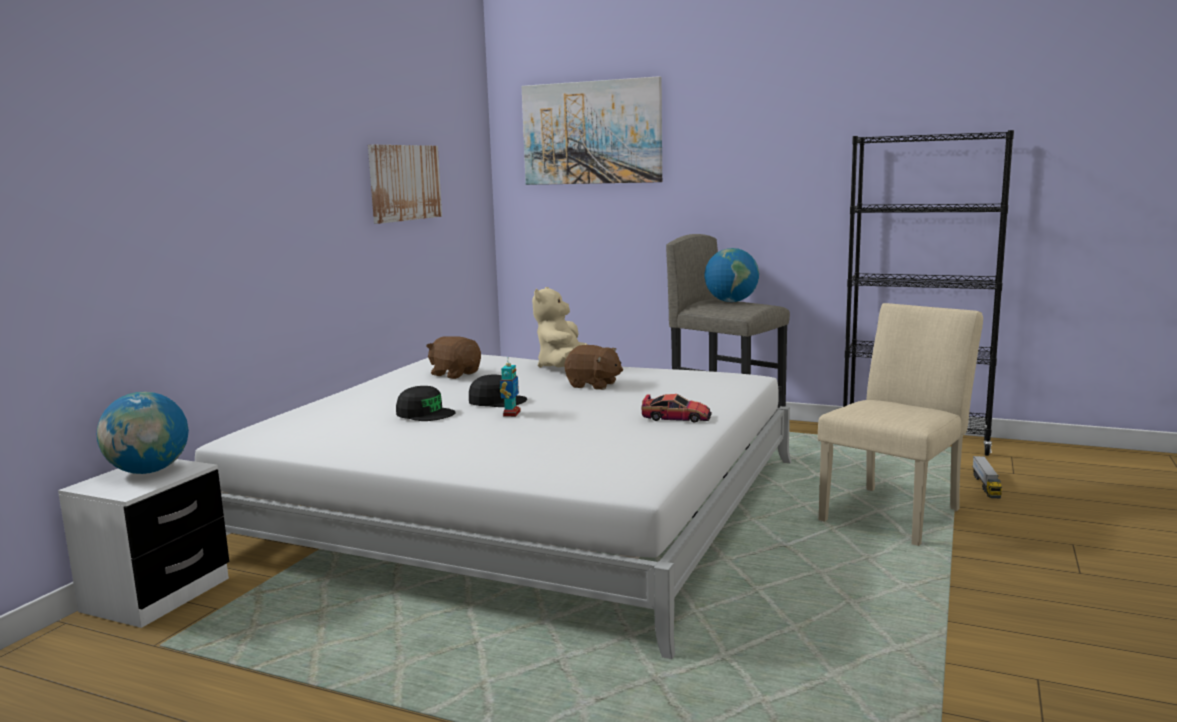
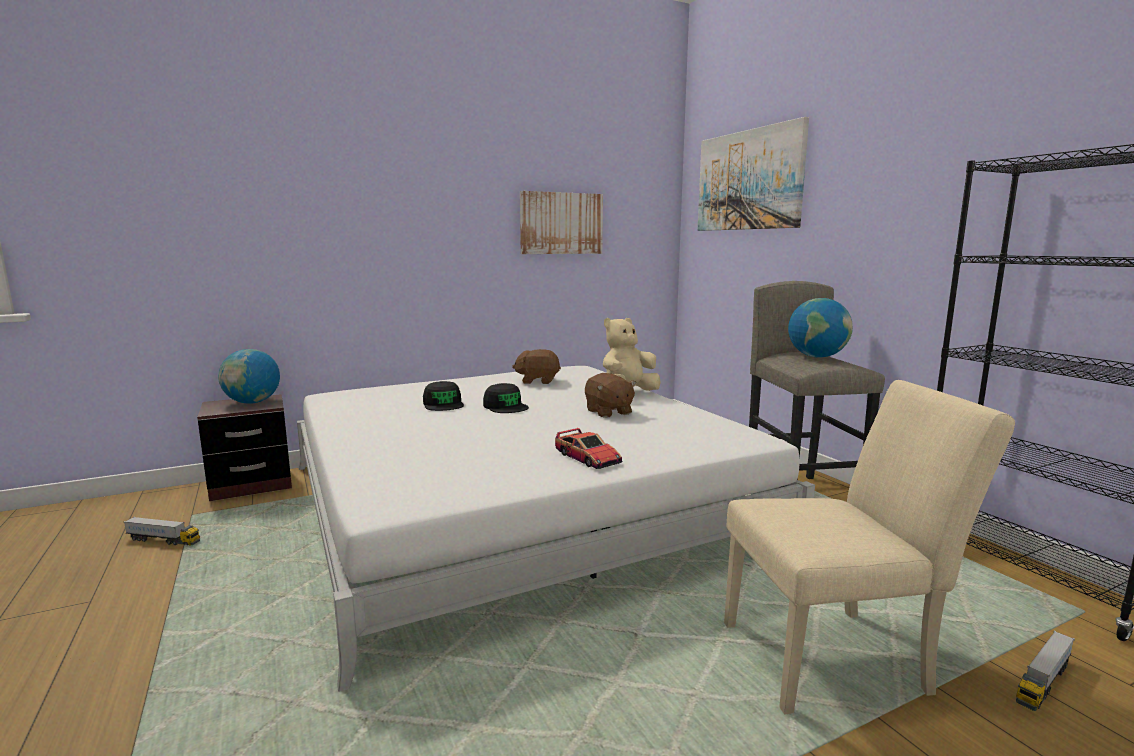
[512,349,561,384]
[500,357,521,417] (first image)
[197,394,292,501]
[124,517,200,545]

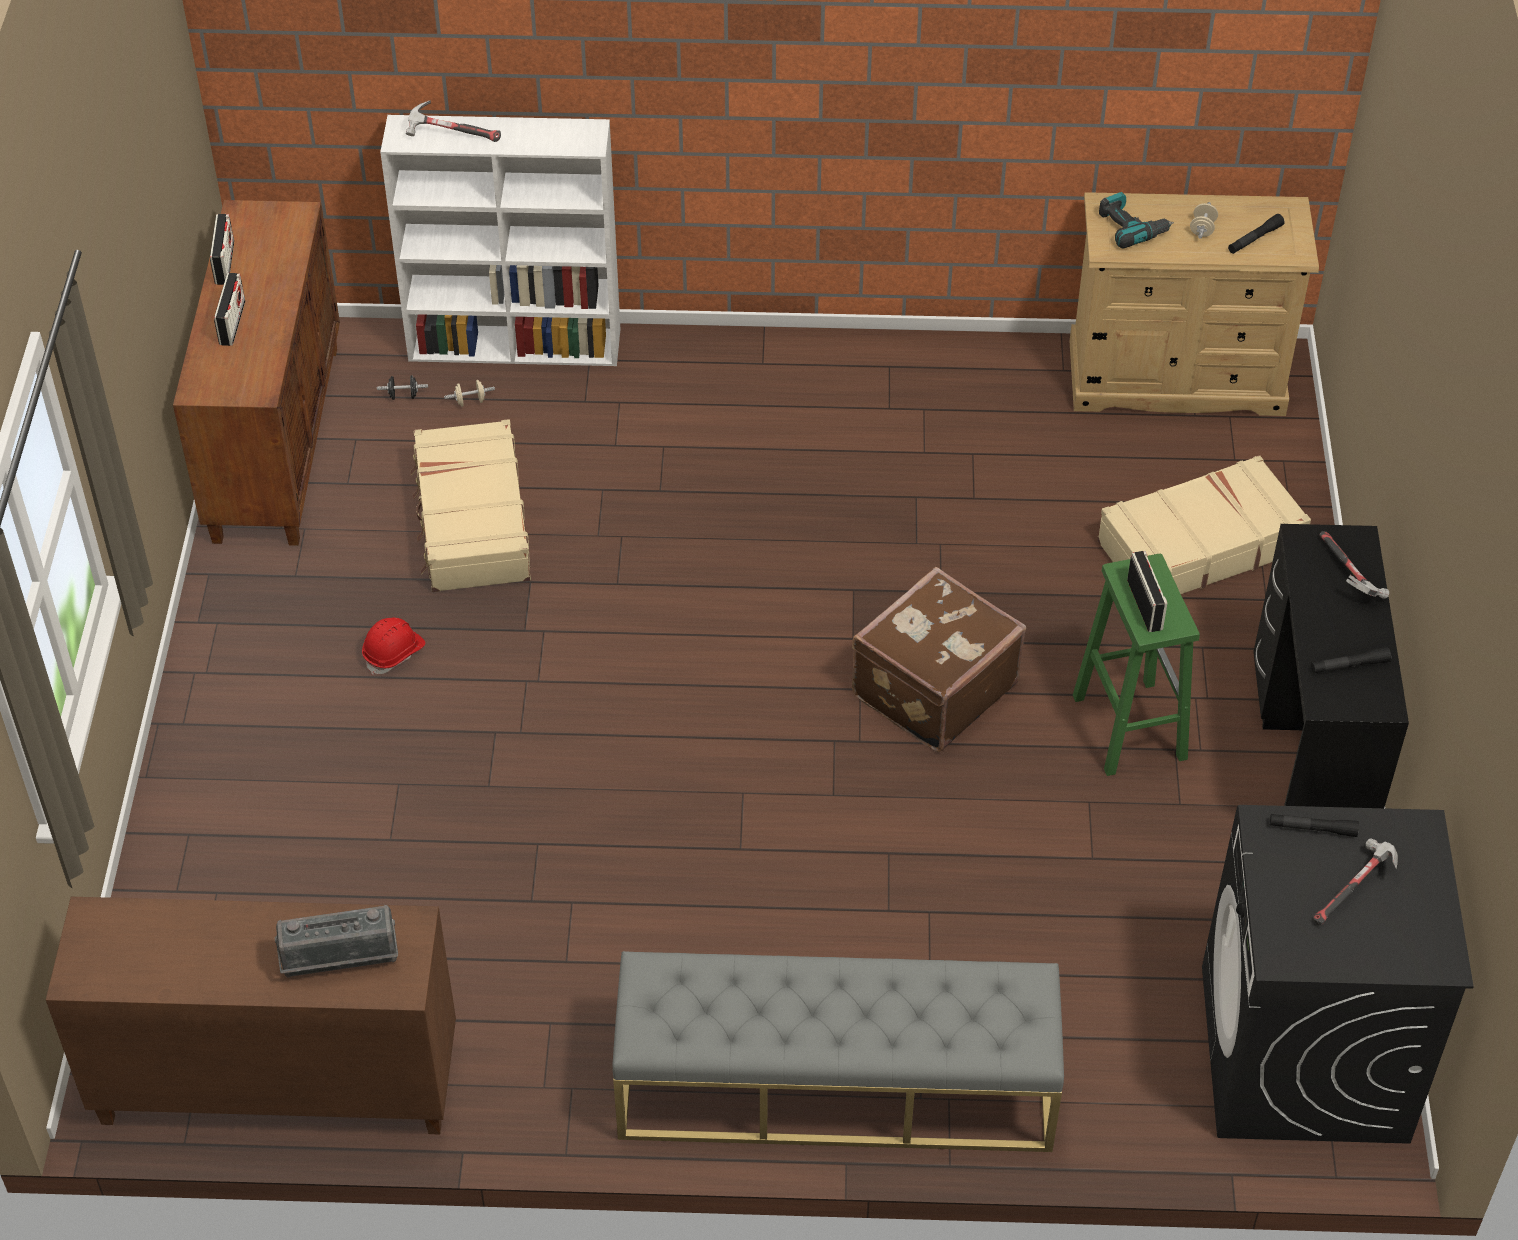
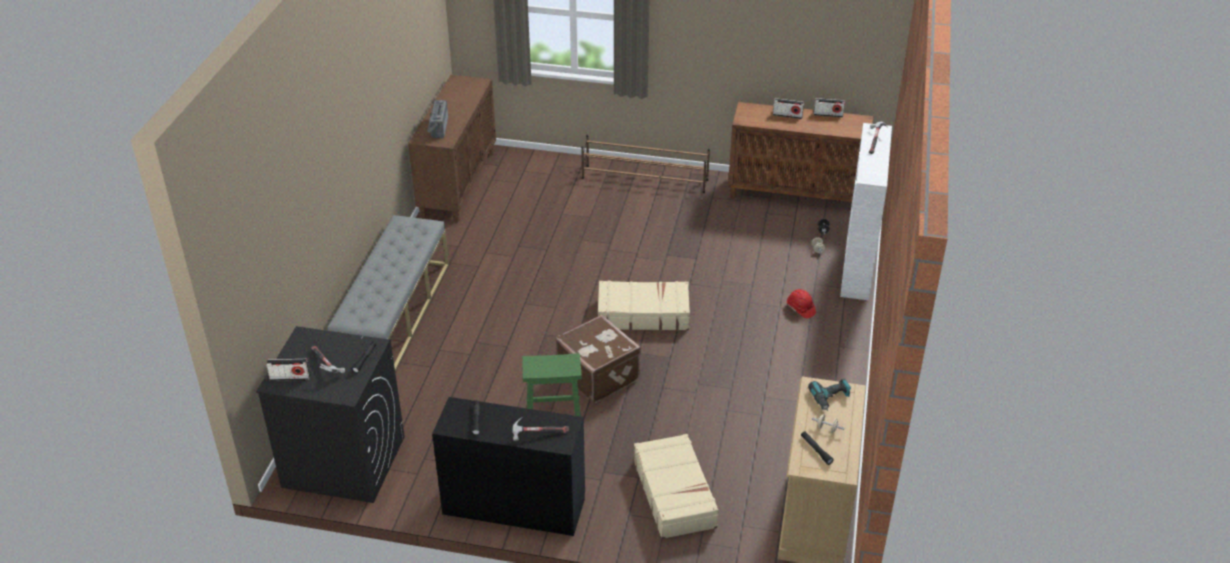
[598,280,690,331]
[266,359,310,381]
[787,289,816,318]
[581,135,710,193]

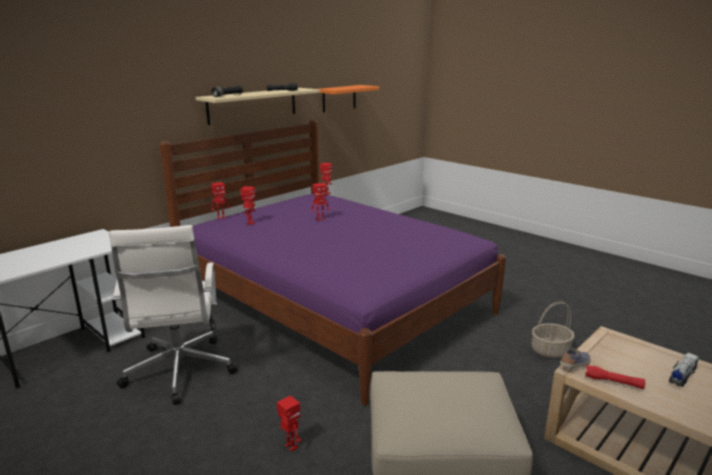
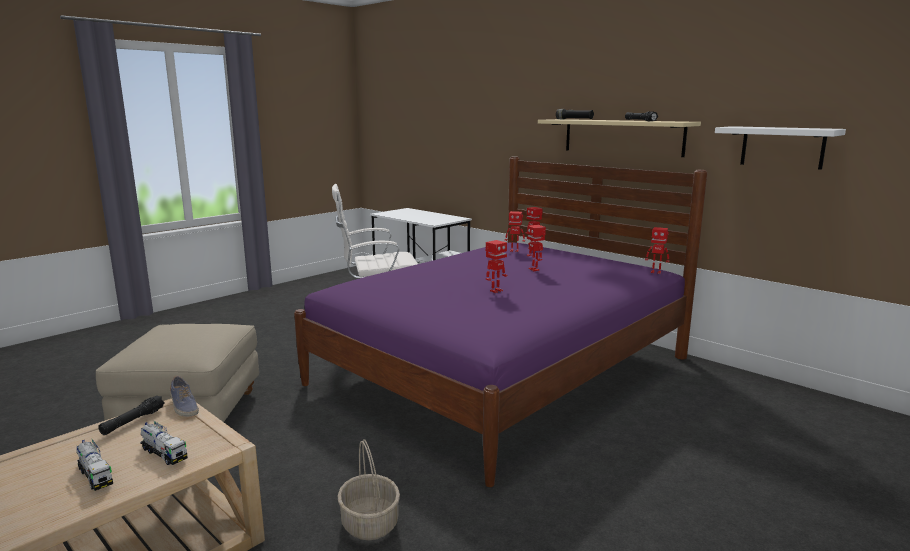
[715,126,846,170]
[98,395,165,435]
[486,240,507,293]
[140,421,188,465]

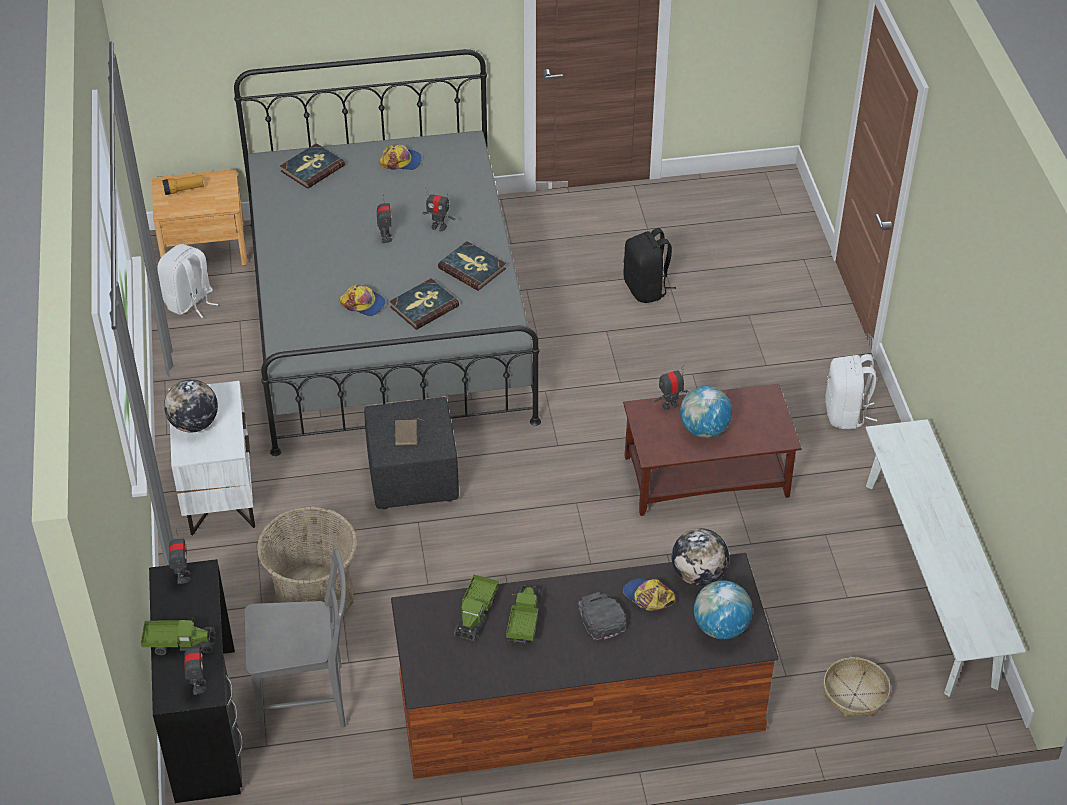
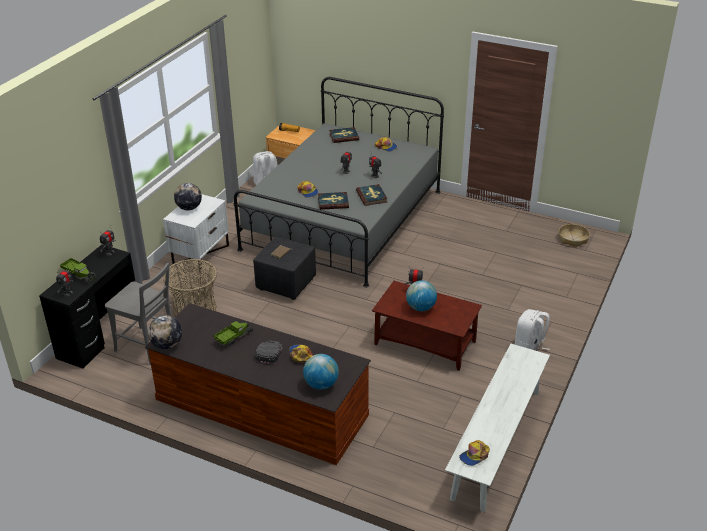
[623,228,676,303] (first image)
[148,315,182,349]
[453,575,499,641] (first image)
[558,224,590,247]
[459,440,490,466]

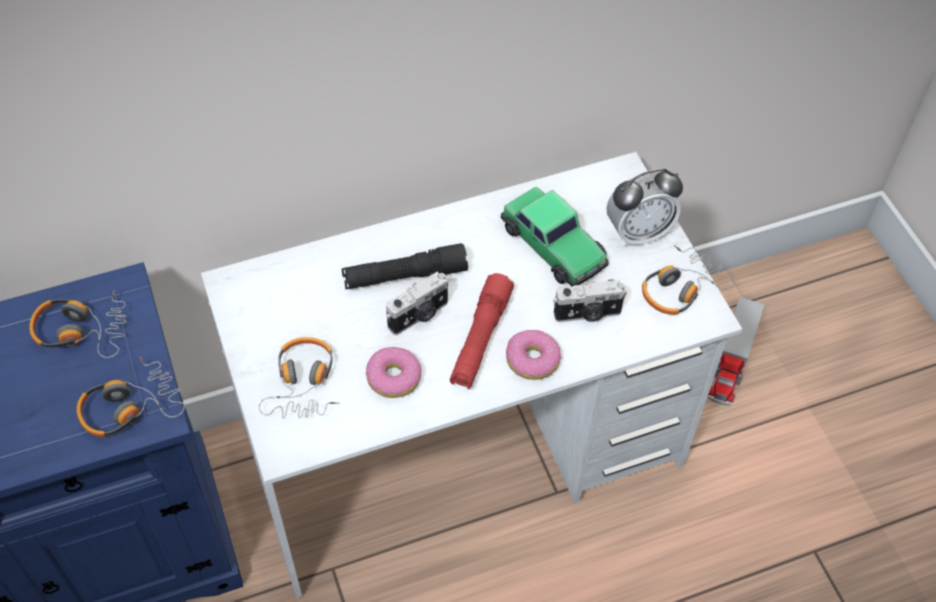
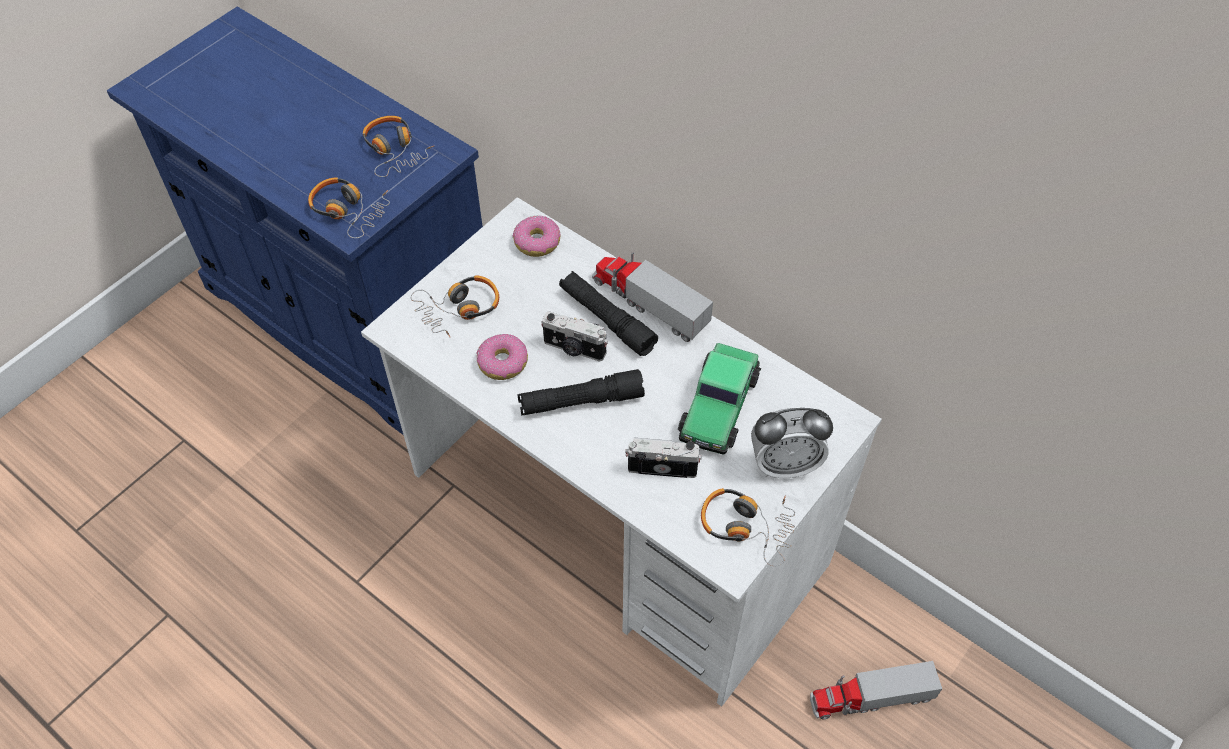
[751,408,833,478]
[517,369,645,415]
[625,438,702,478]
[512,216,560,257]
[592,252,713,342]

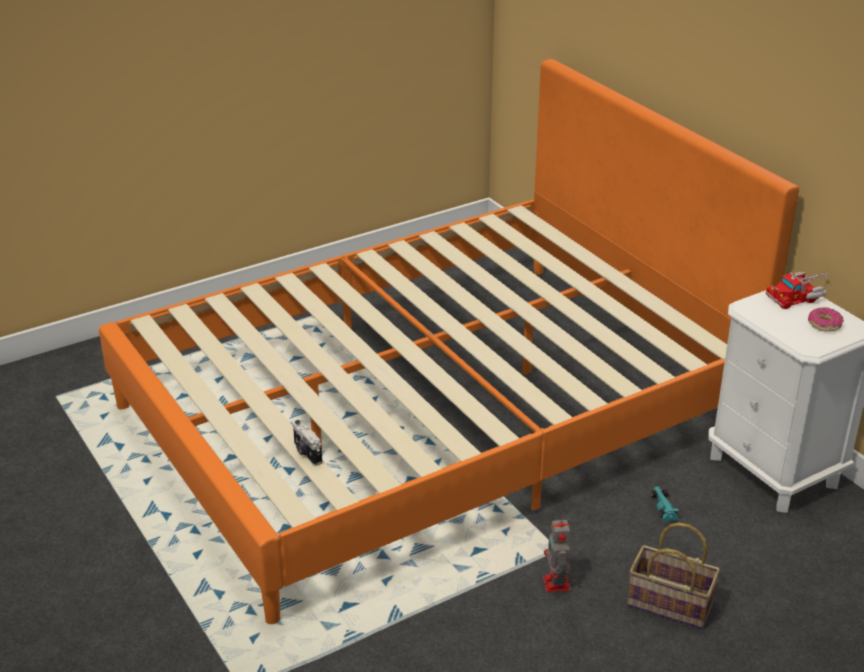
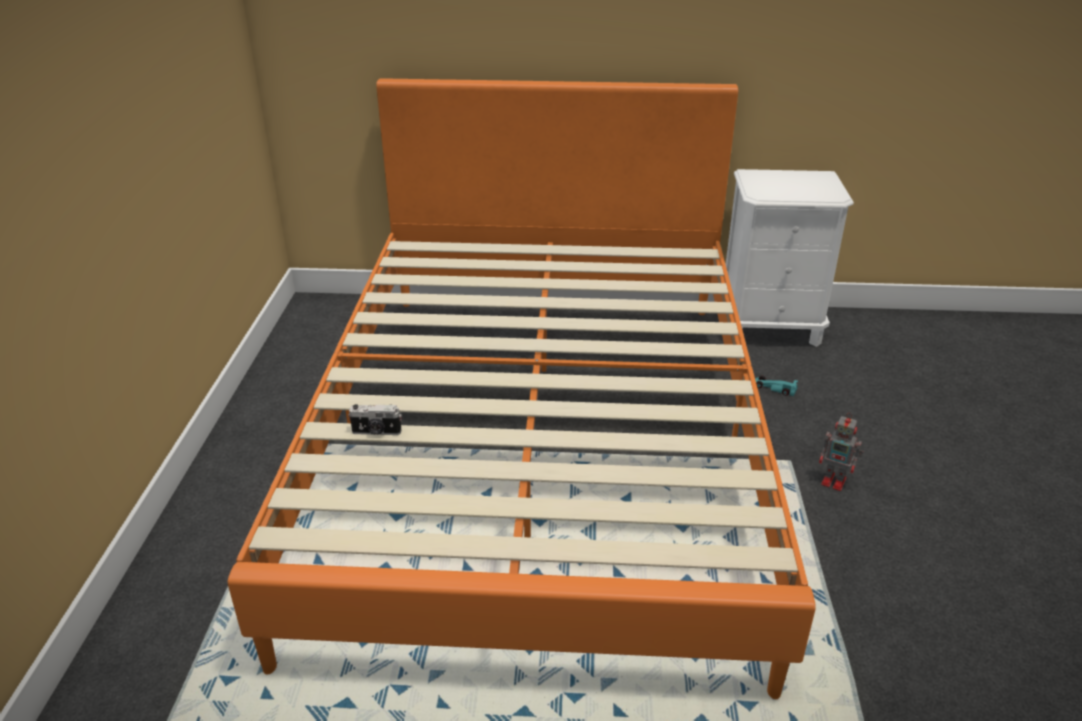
[766,272,830,309] (first image)
[808,307,844,332] (first image)
[348,404,402,435]
[627,523,720,629] (first image)

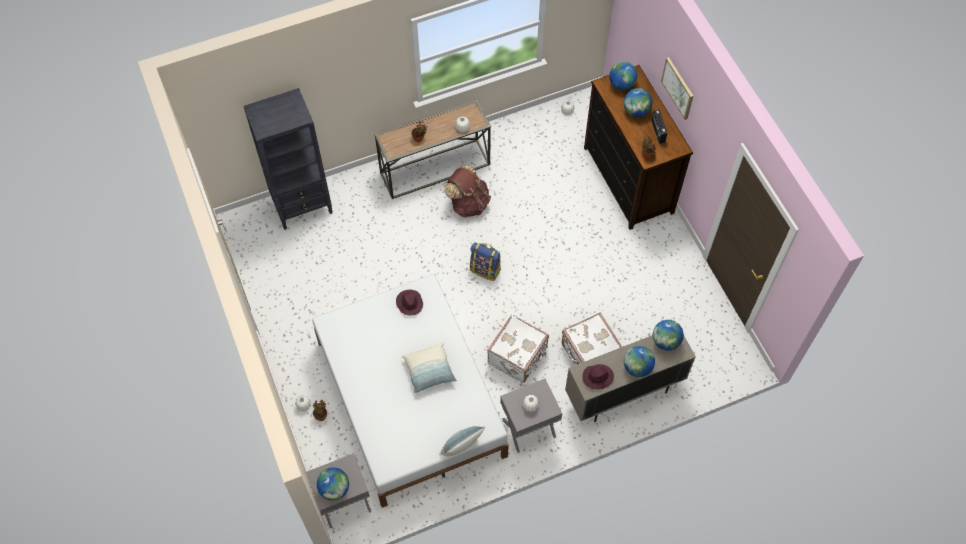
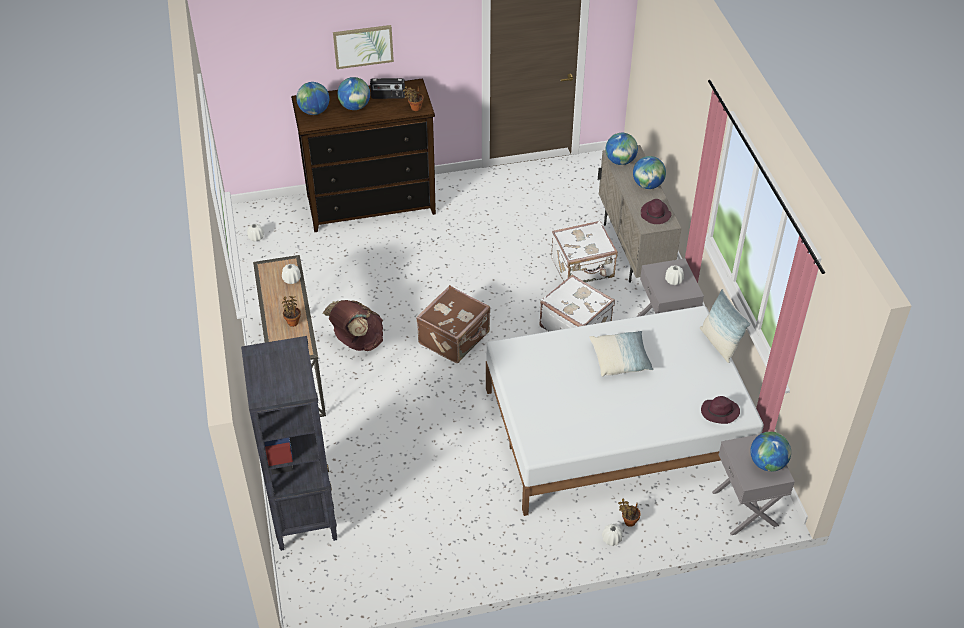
[416,285,490,363]
[701,396,740,424]

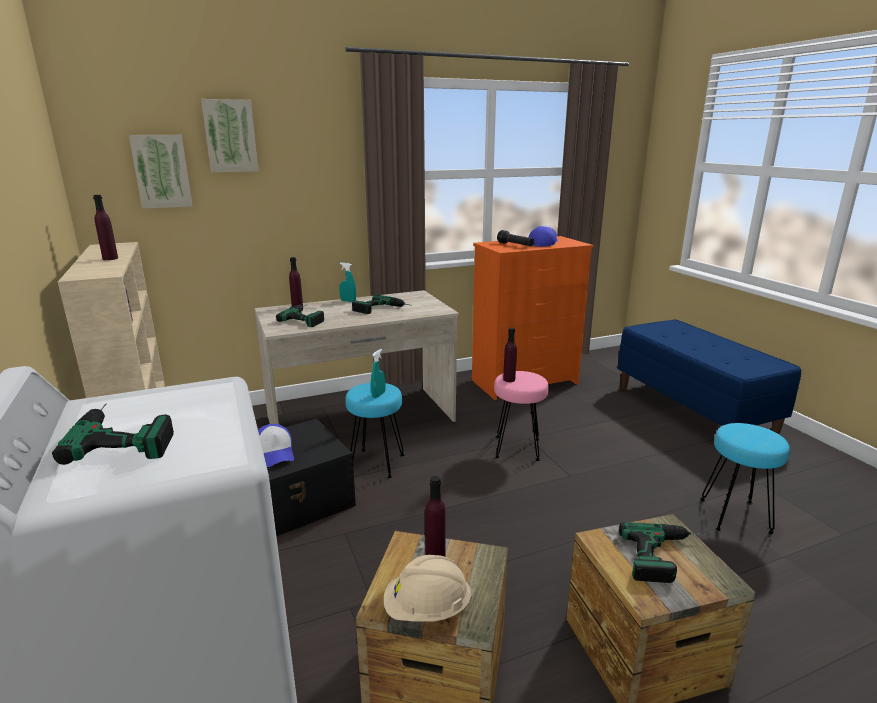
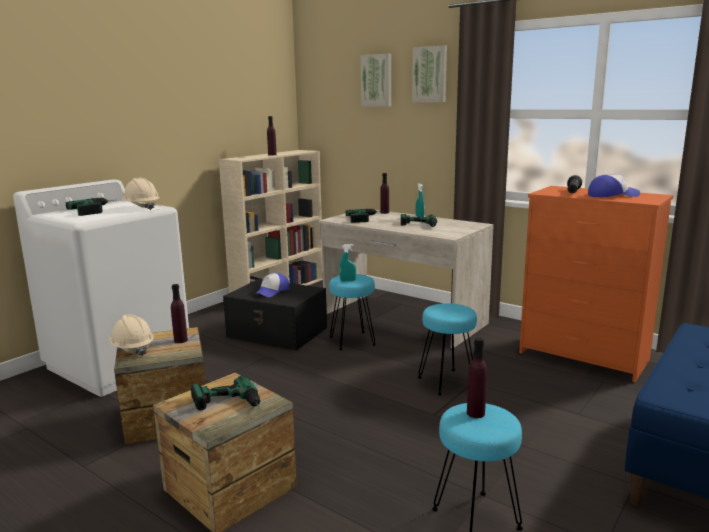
[412,45,447,102]
[467,338,487,418]
[418,303,477,396]
[122,178,160,210]

